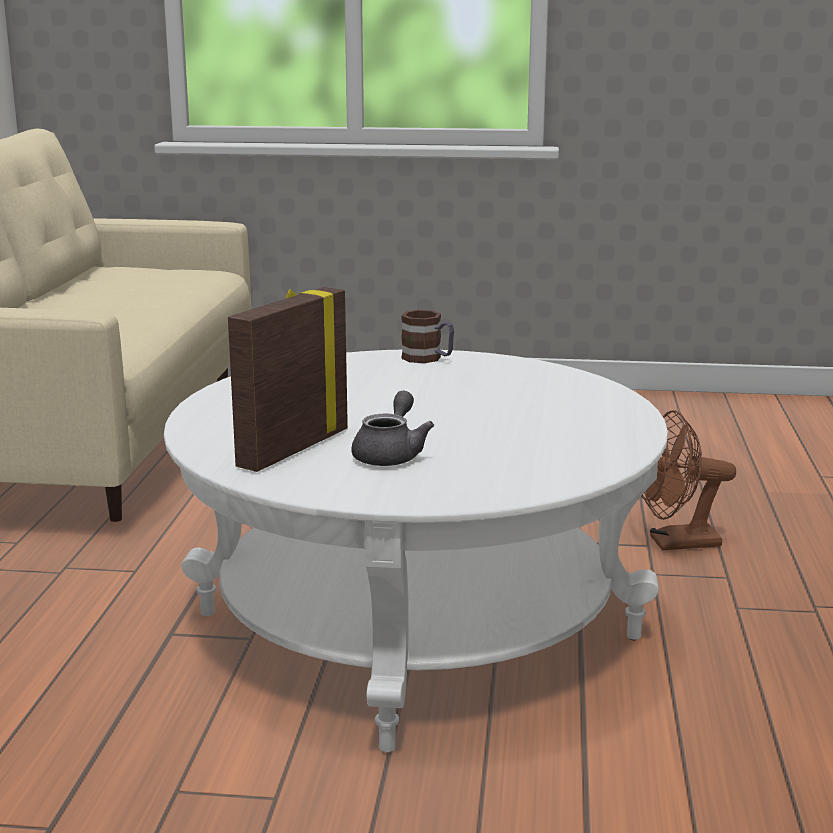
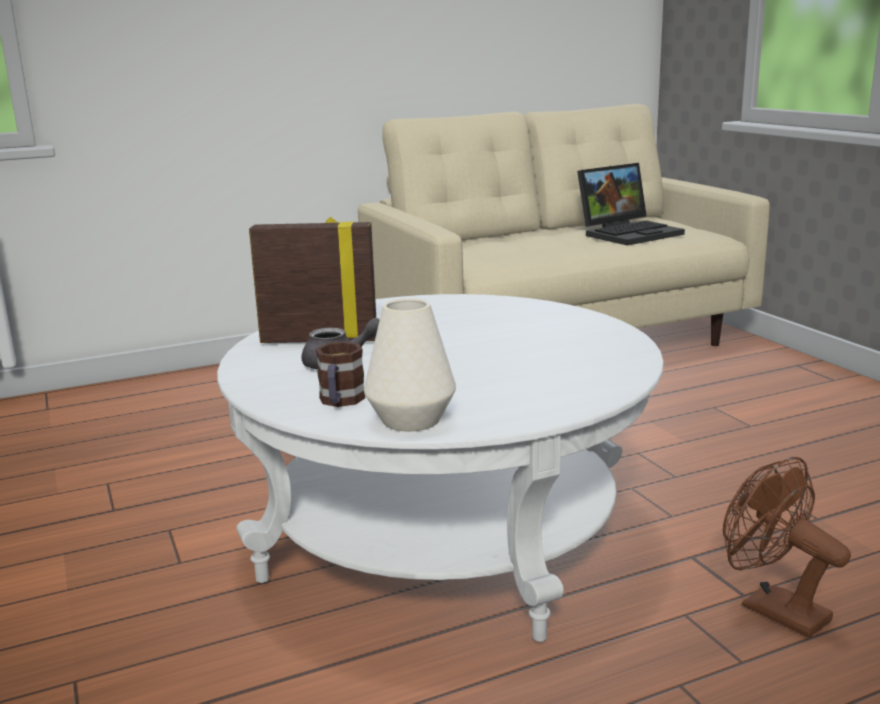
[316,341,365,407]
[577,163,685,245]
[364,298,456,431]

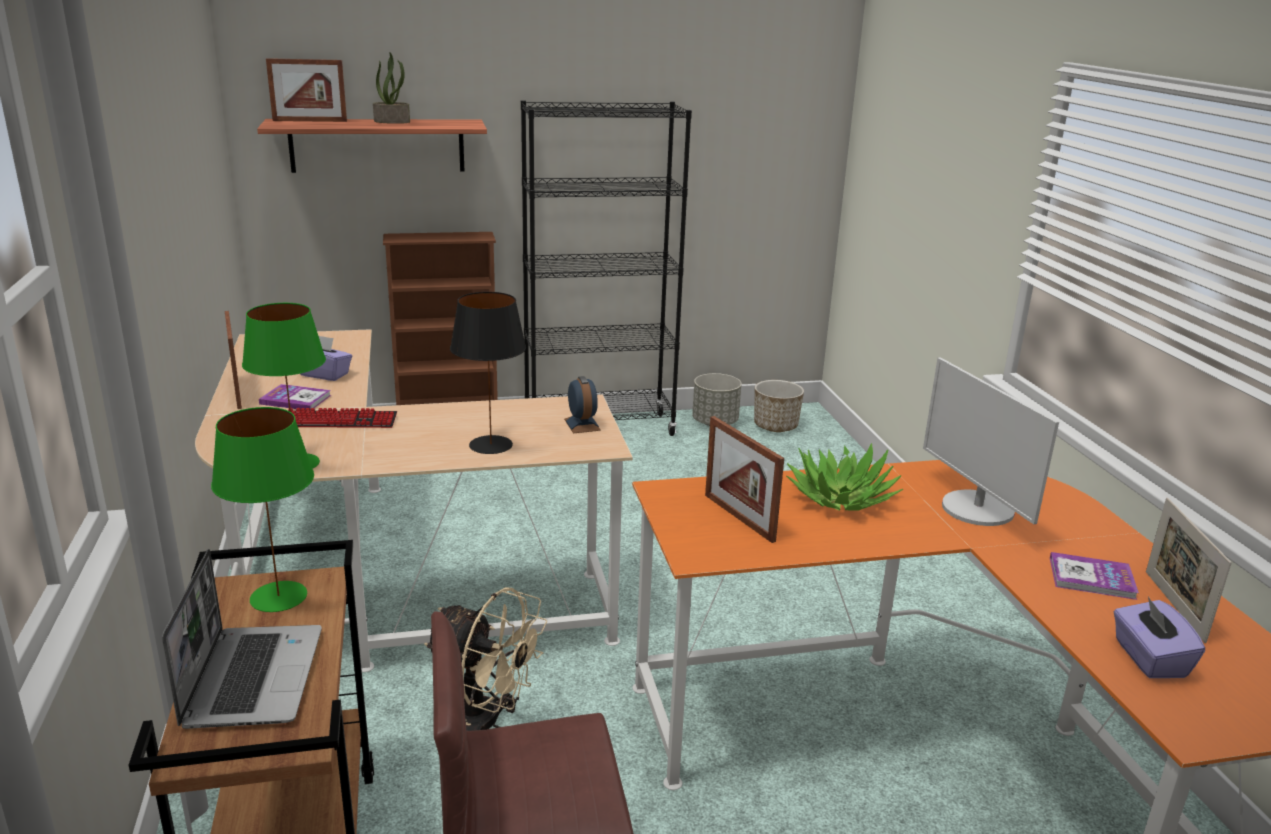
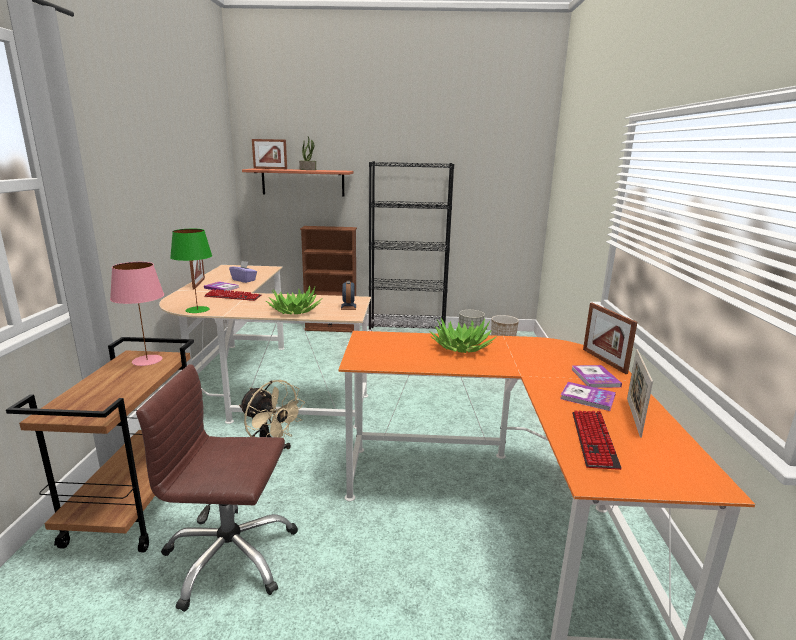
[266,285,322,315]
[923,357,1059,526] (first image)
[110,262,164,366]
[583,303,637,374]
[162,549,322,729] (first image)
[572,410,622,470]
[571,365,622,388]

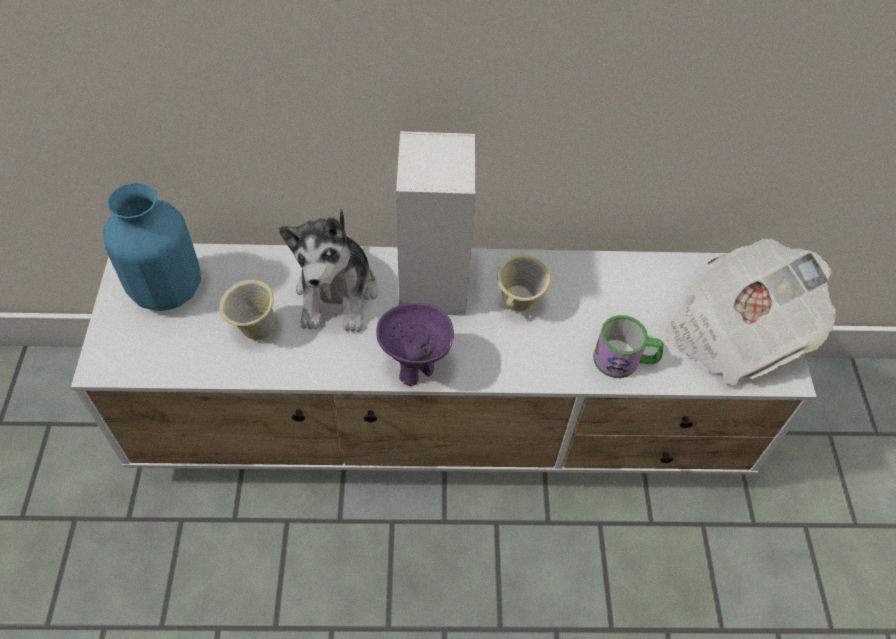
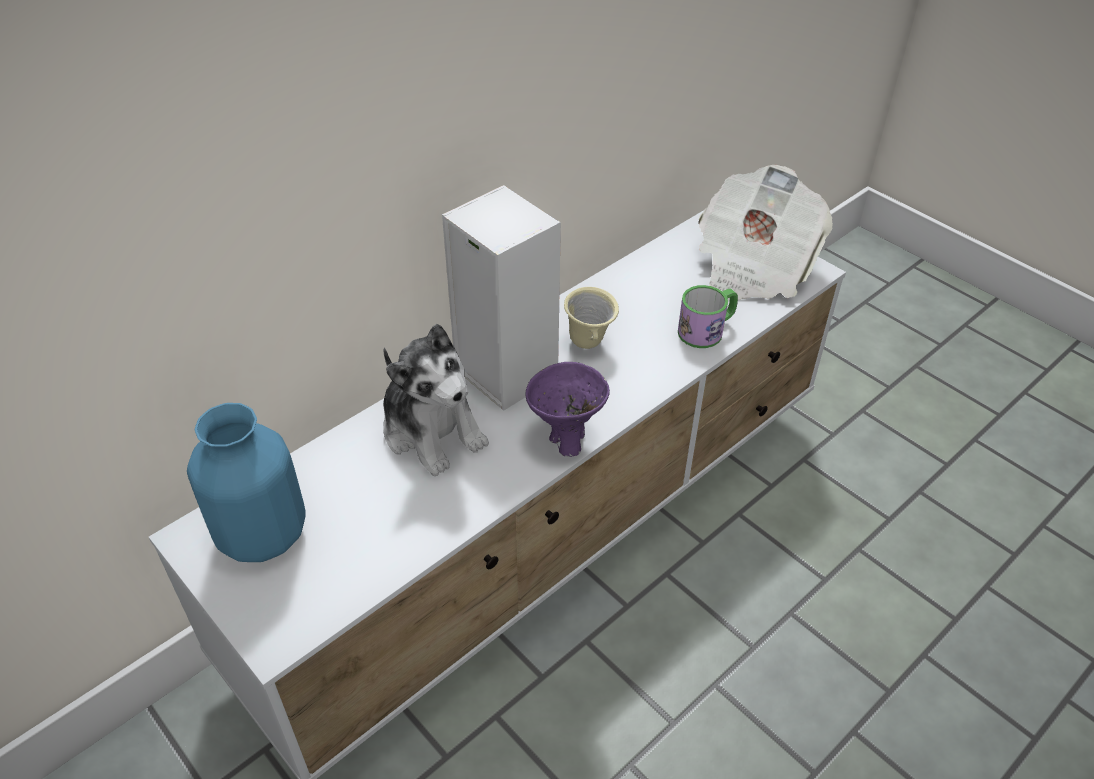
[219,280,275,340] (first image)

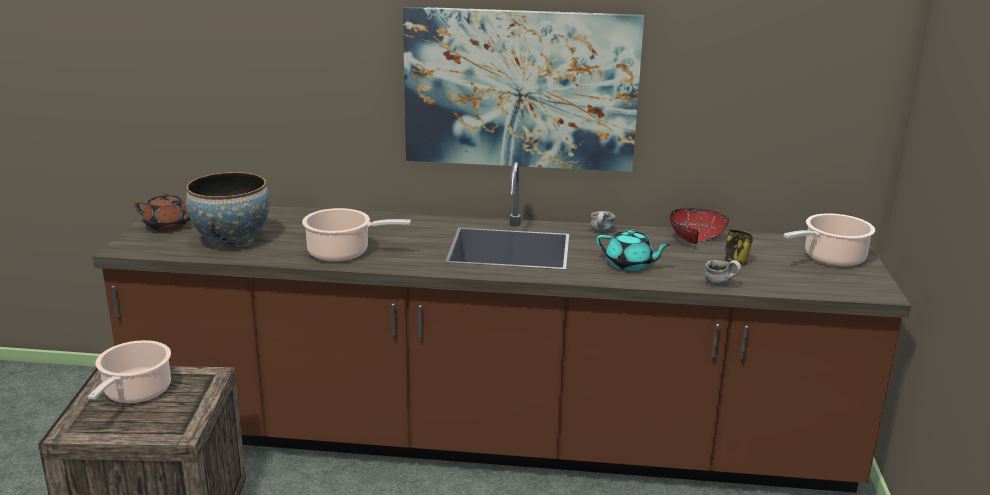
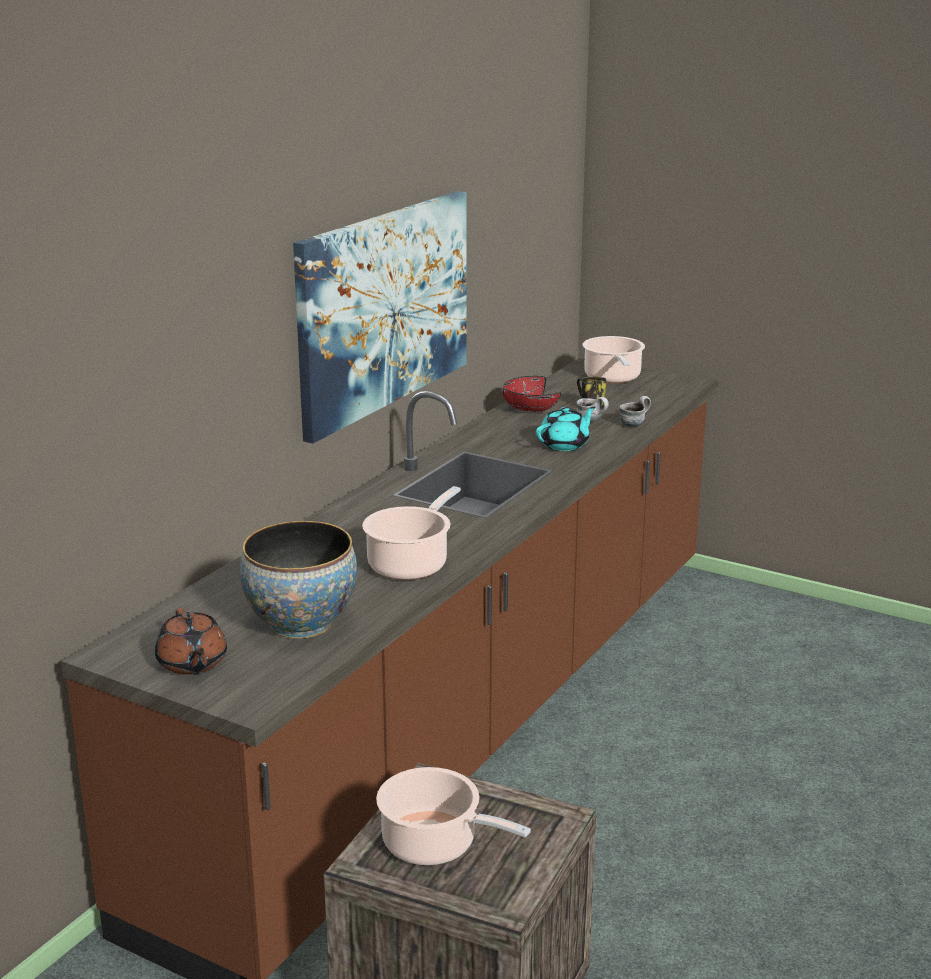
[155,608,227,675]
[576,397,609,422]

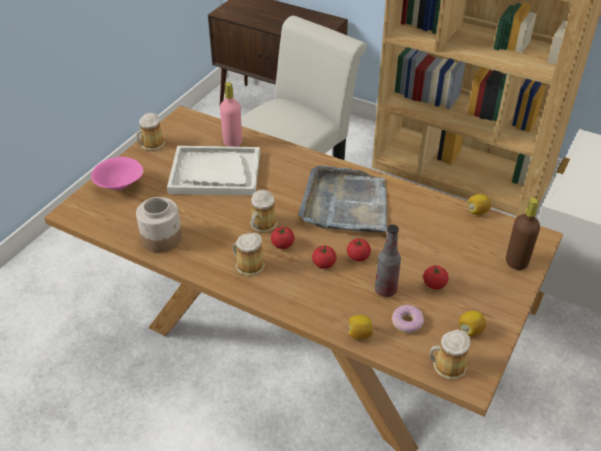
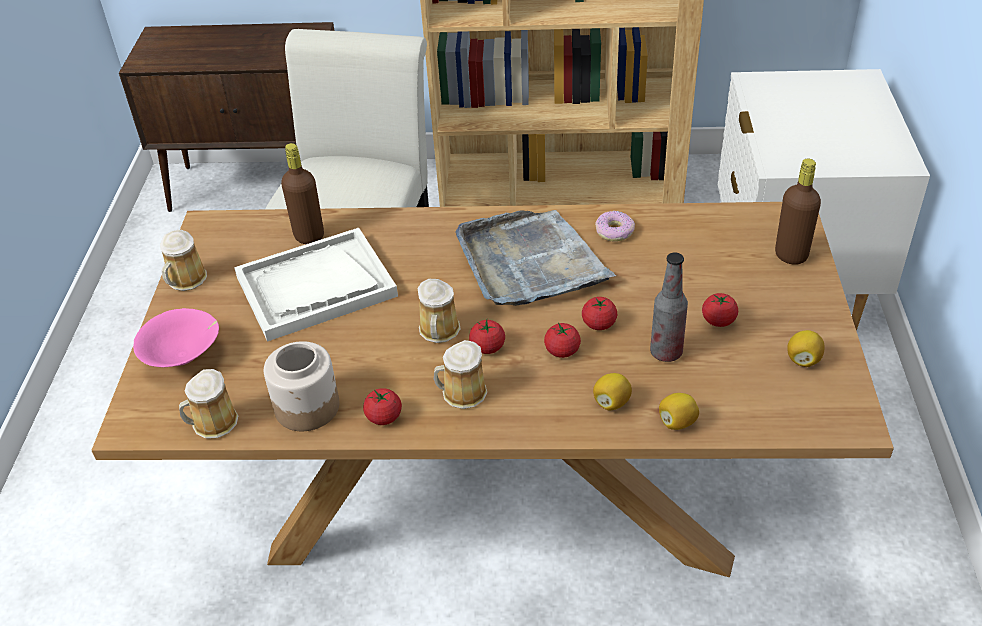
[281,143,324,244]
[593,373,632,410]
[595,211,635,242]
[179,369,238,438]
[363,388,402,425]

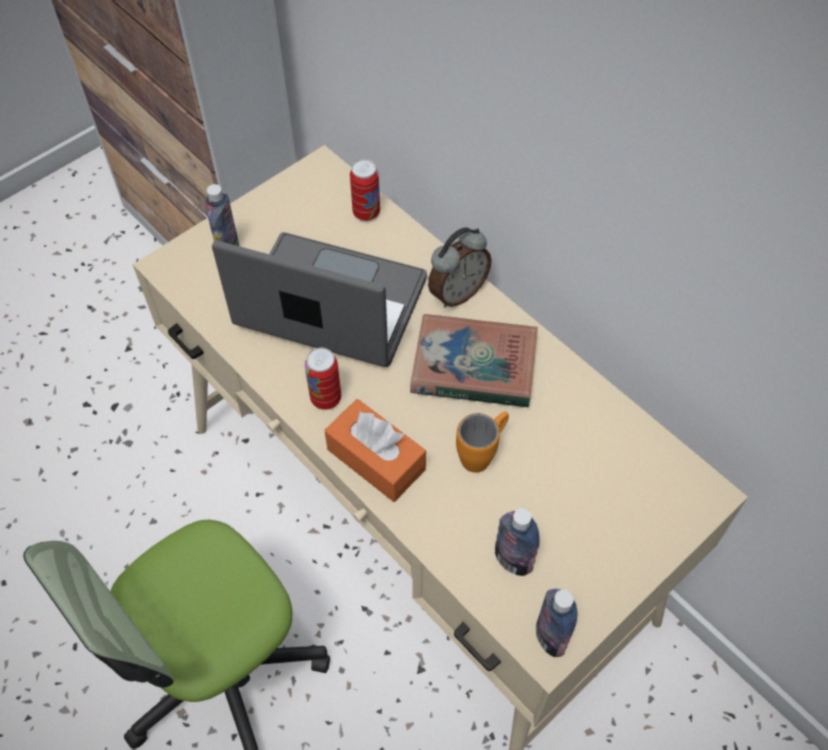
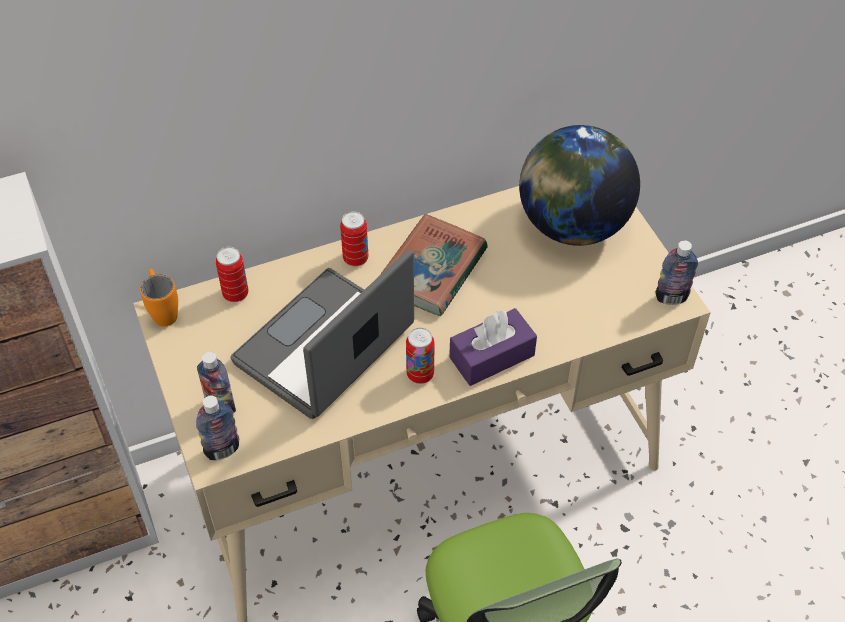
[340,211,368,266]
[449,308,537,386]
[140,269,178,326]
[196,396,239,460]
[519,125,640,246]

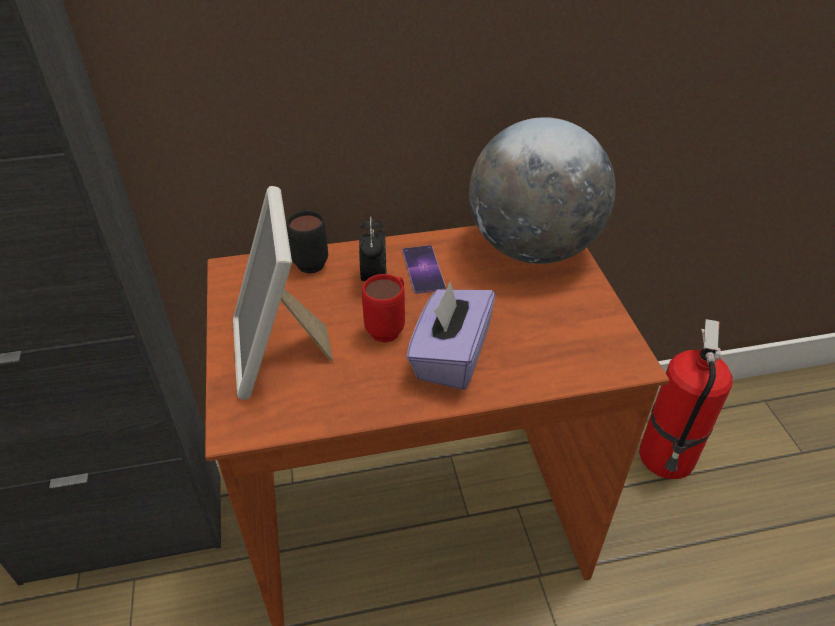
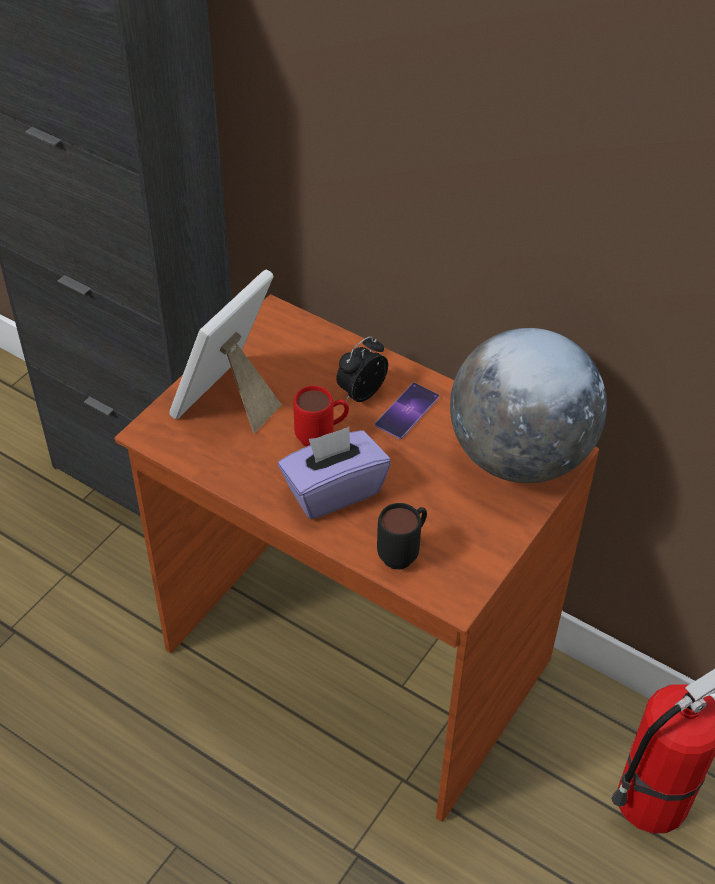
[377,503,427,570]

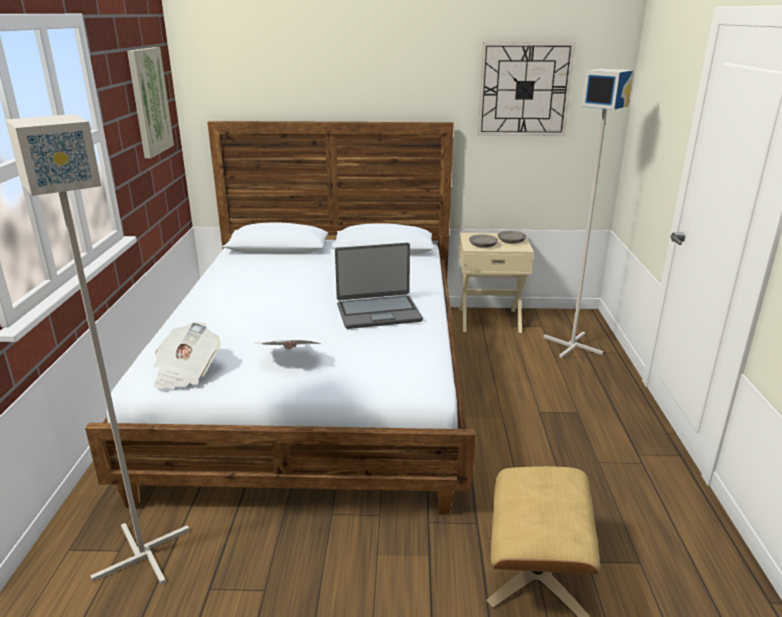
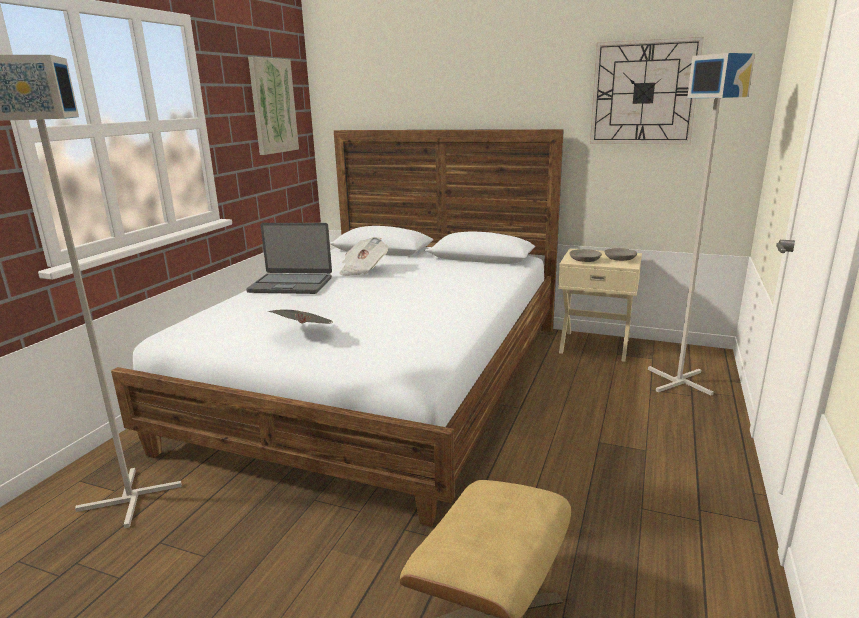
[246,223,332,294]
[340,237,388,276]

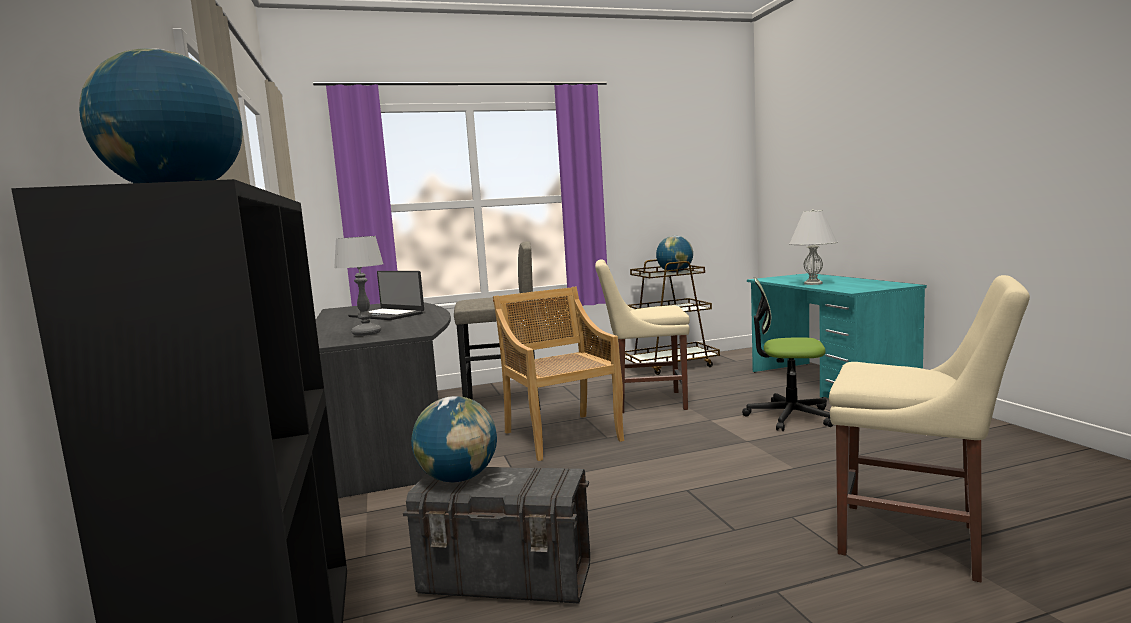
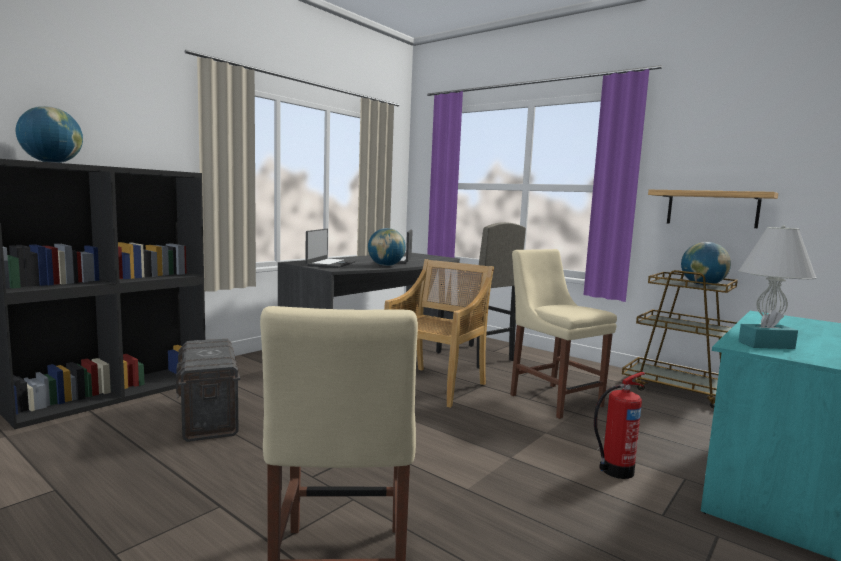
[305,229,356,268]
[594,372,646,479]
[368,228,406,266]
[648,190,778,228]
[738,309,798,349]

